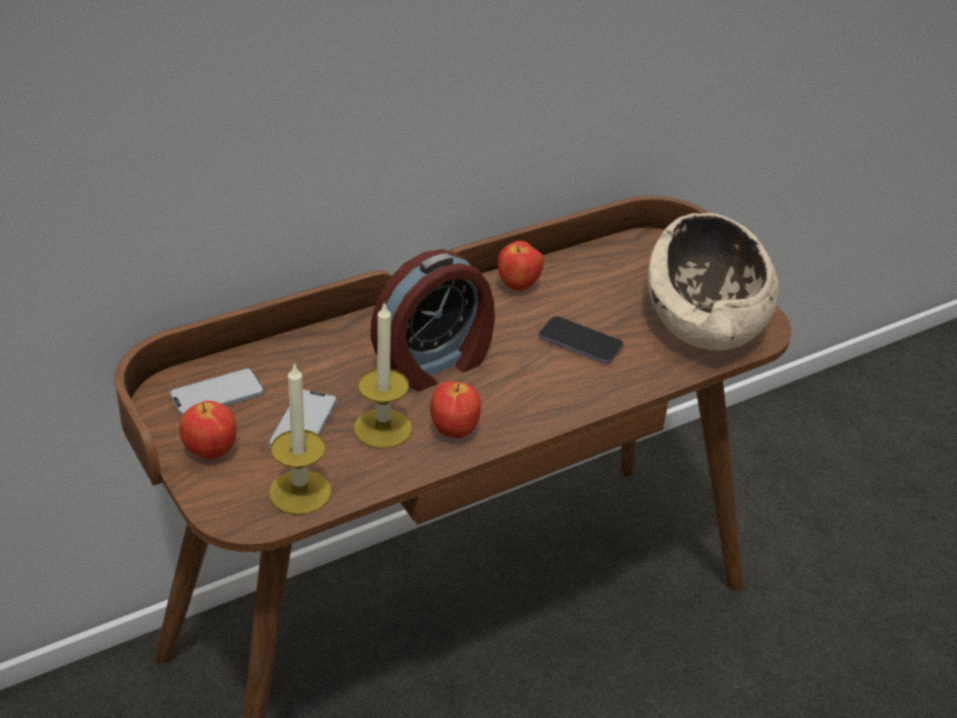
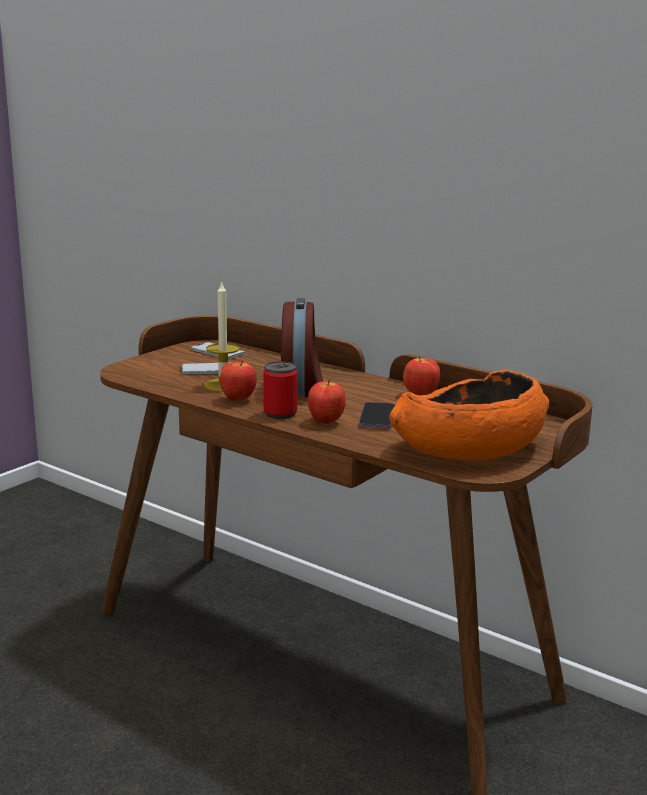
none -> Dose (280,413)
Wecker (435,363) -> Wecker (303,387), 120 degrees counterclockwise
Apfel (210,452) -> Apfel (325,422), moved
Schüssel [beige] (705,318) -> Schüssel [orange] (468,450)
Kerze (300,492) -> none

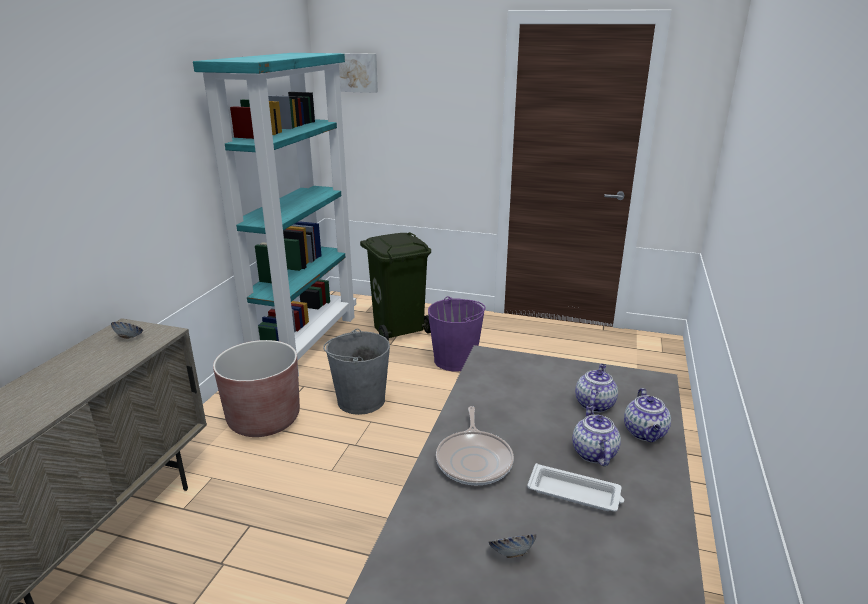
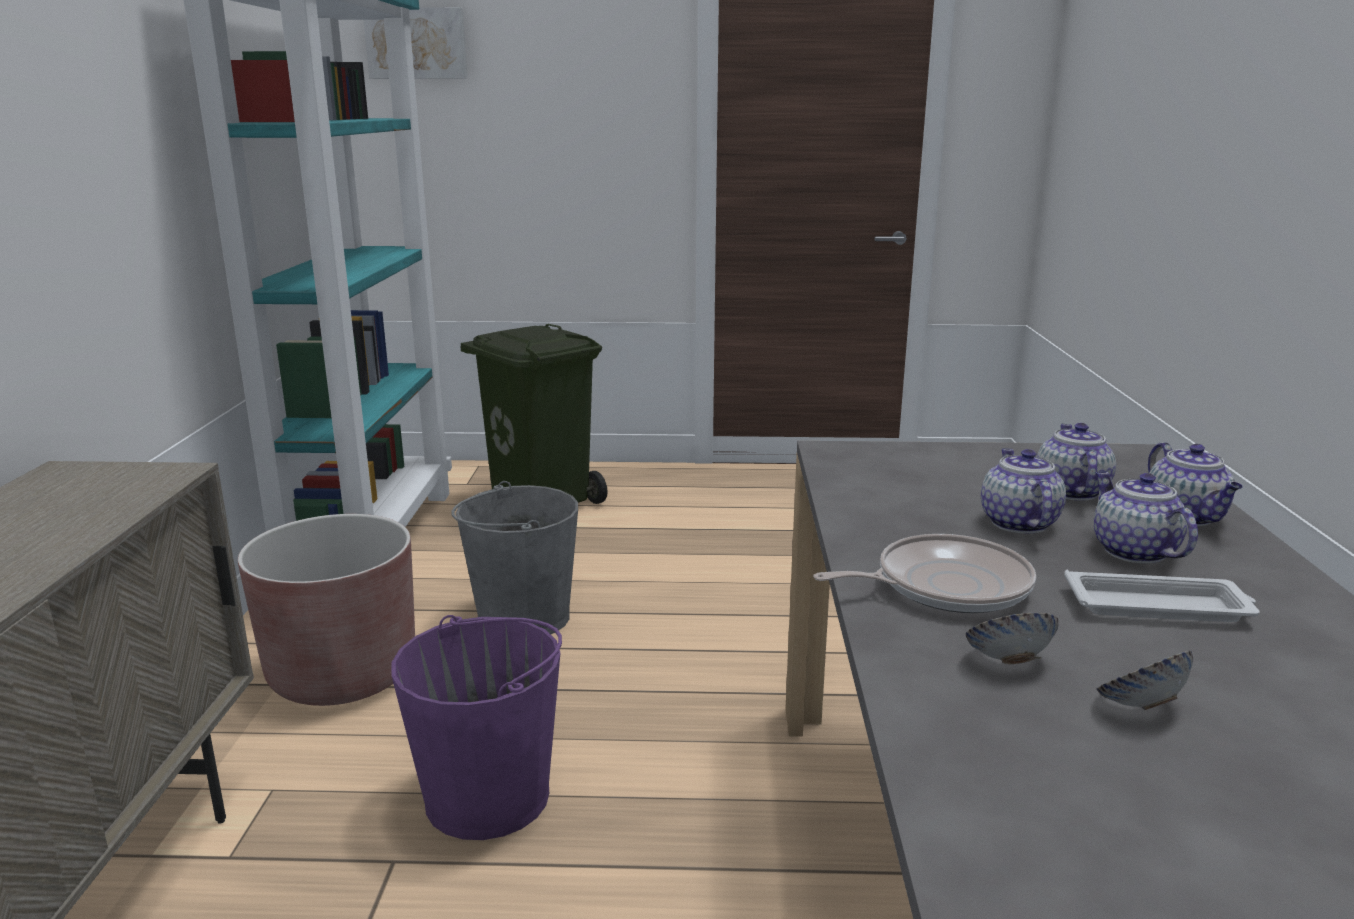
Eimer [lila] (455,360) -> Eimer [lila] (489,797), moved
Pfanne (474,460) -> Pfanne (944,586), 90 degrees counterclockwise
Schüssel (129,338) -> Schüssel (1008,661), moved
none -> Teekanne (1017,522)

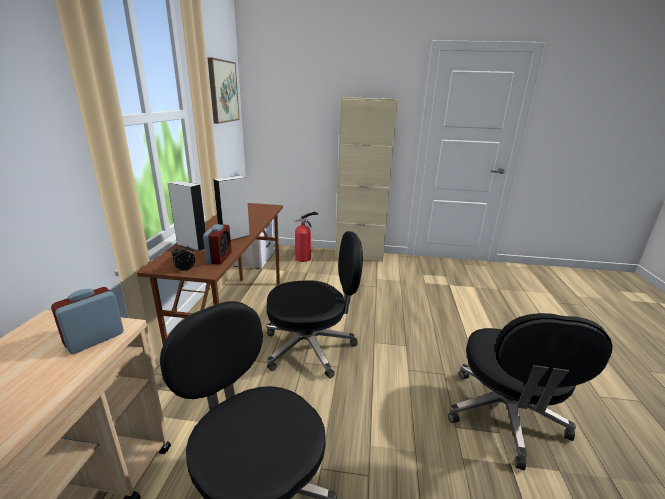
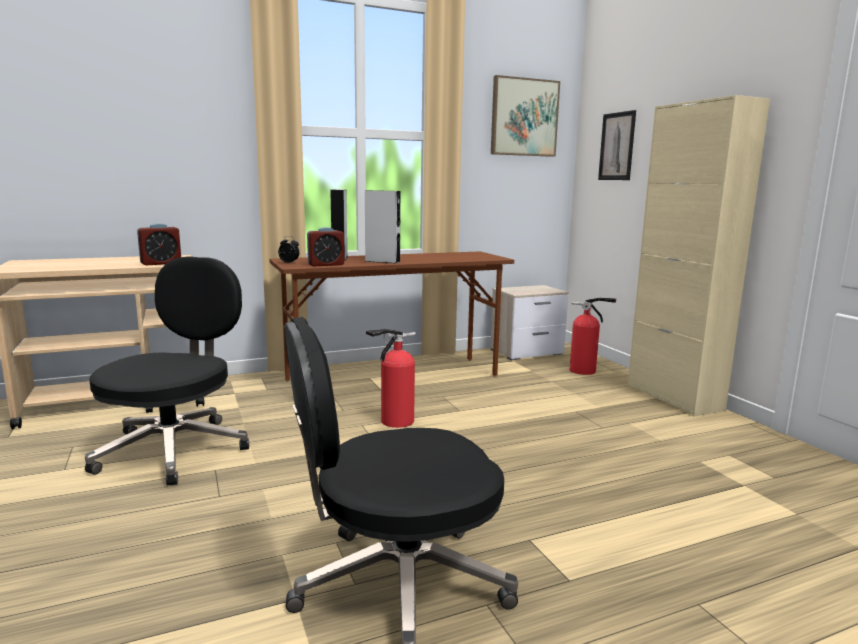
Wecker (95,339) -> Wecker (161,263), 135 degrees clockwise
Bürostuhl [schwarz] (311,347) -> Feuerlöscher (394,422)
none -> Bild (617,146)

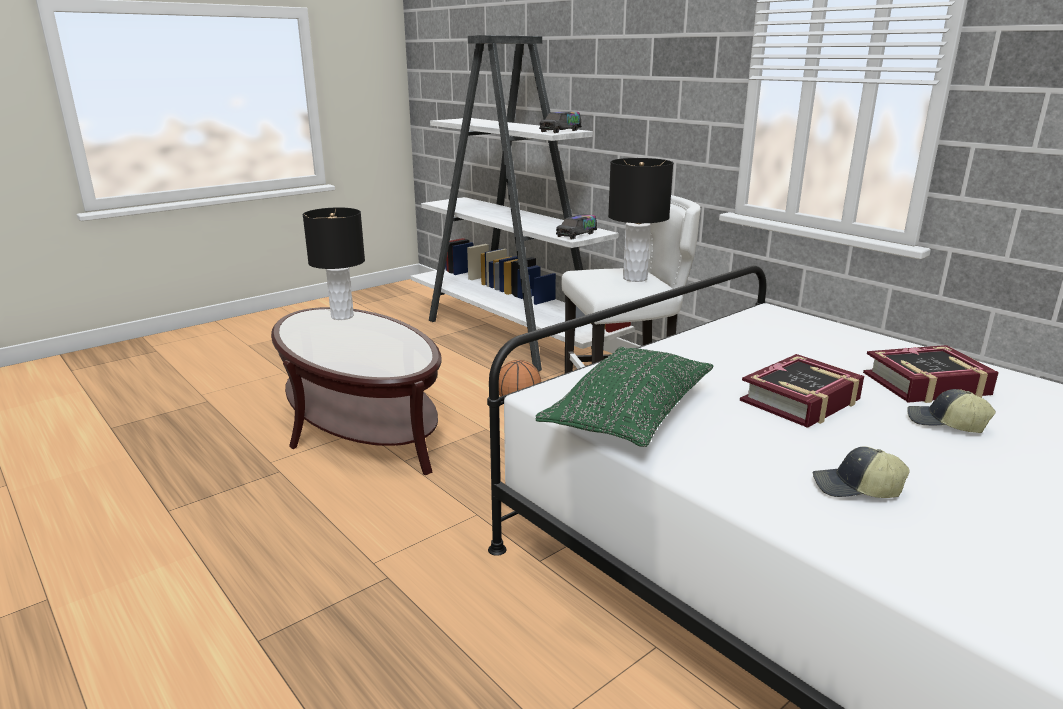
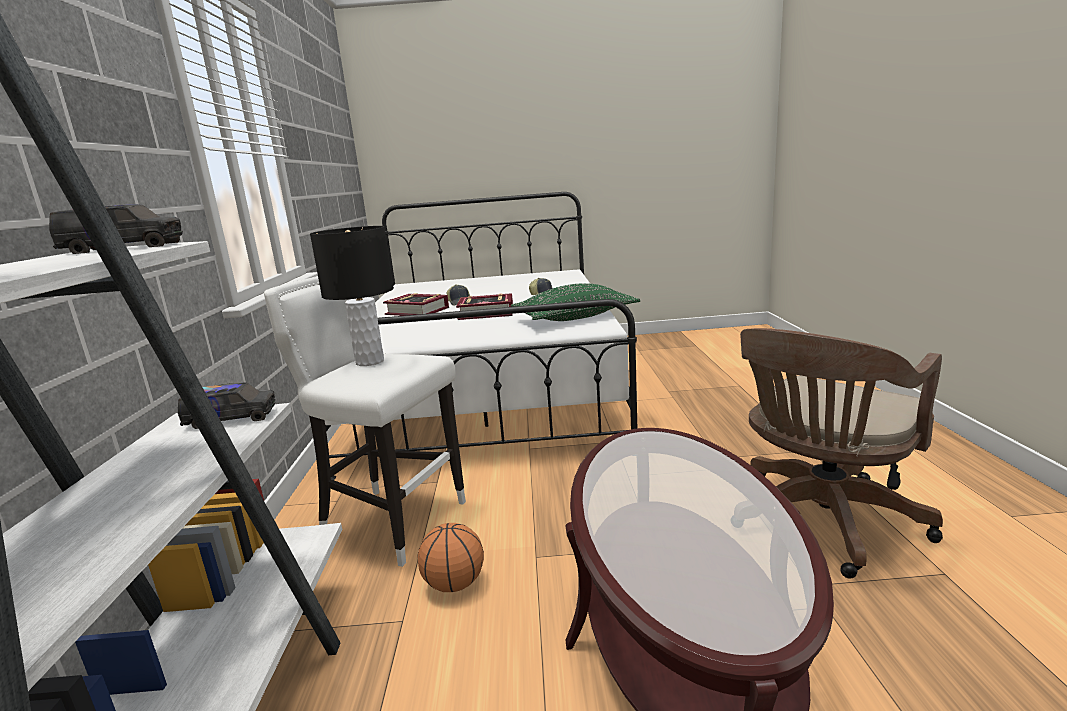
none -> Bürostuhl [braun] (820,522)
Tischlampe [schwarz] (342,316) -> none

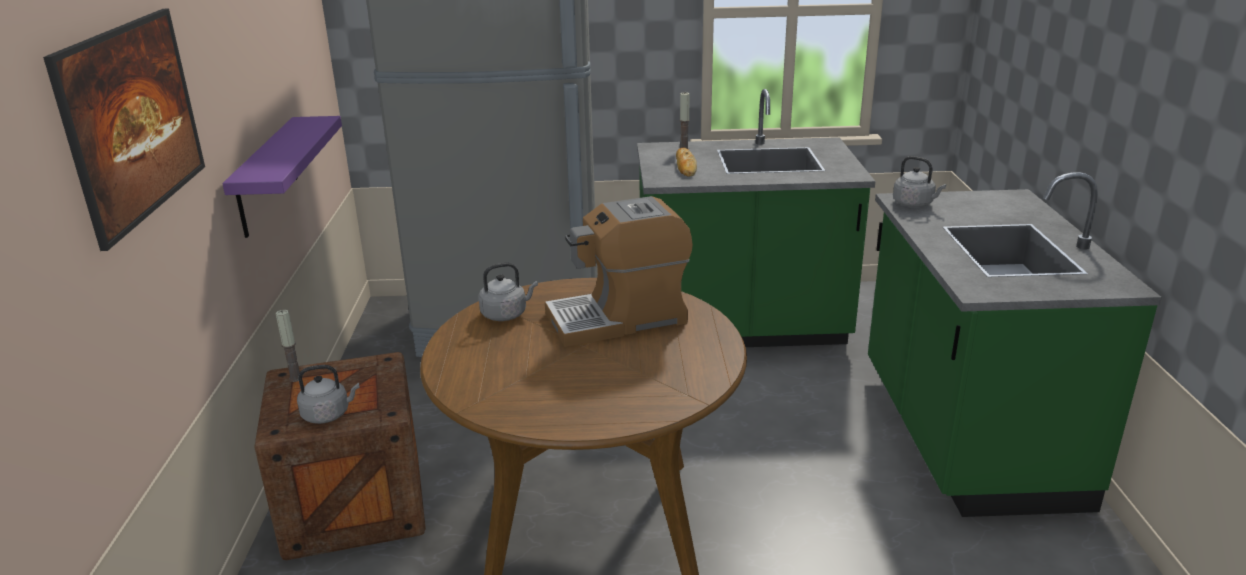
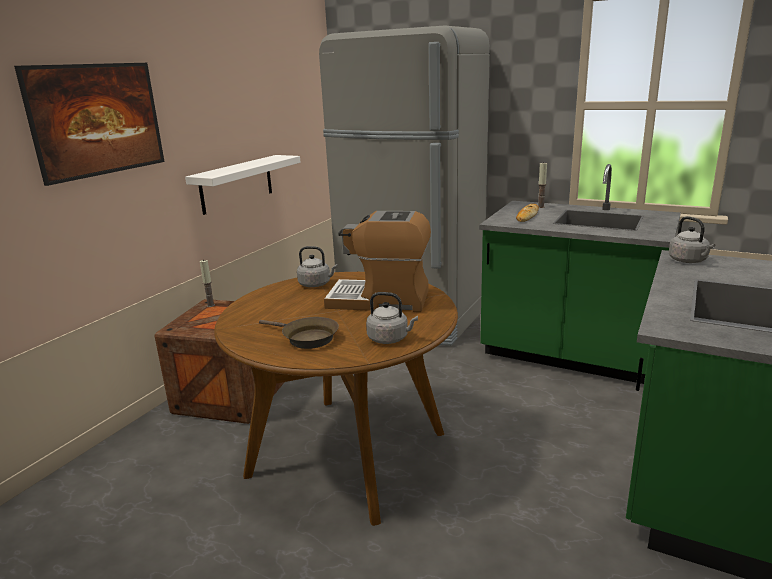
Wandregal [lila] (266,176) -> Wandregal [weiß] (236,184)
none -> Pfanne [braun] (306,338)
Wasserkessel [grau] (328,414) -> Wasserkessel [grau] (390,339), moved

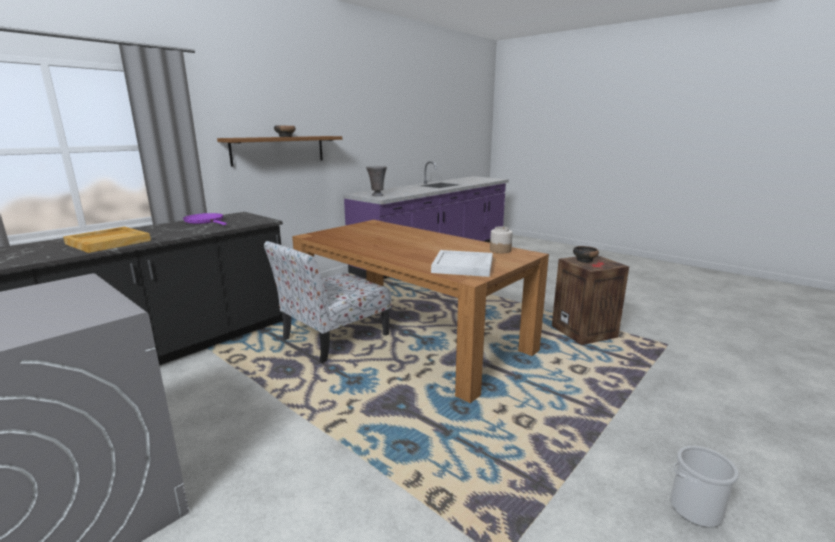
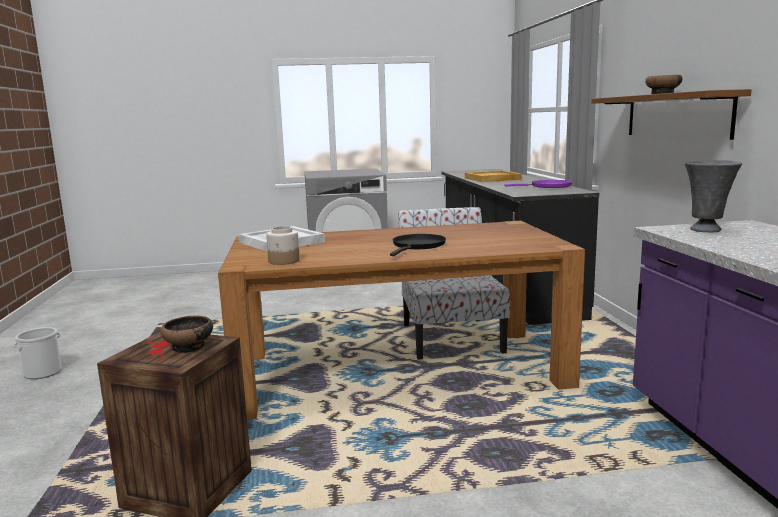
none -> Pfanne [schwarz] (417,246)

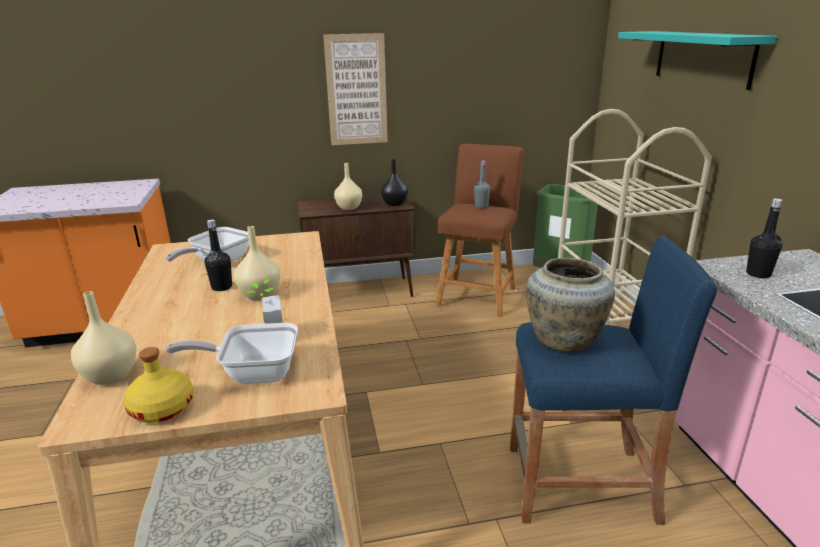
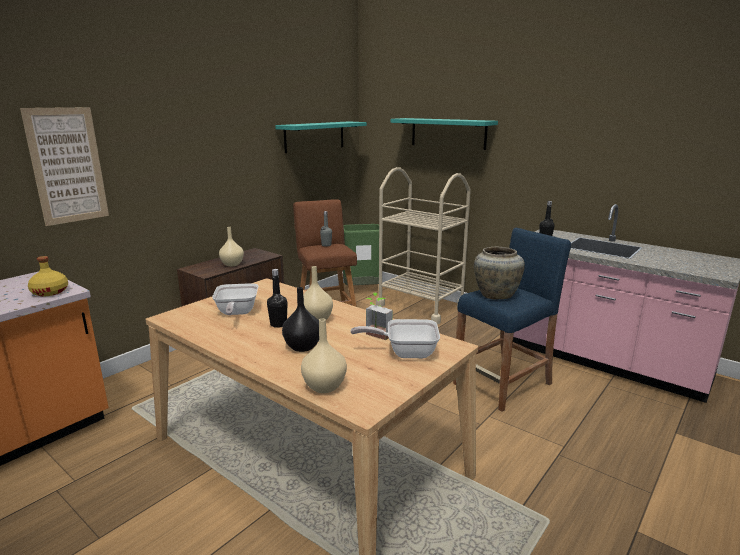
Bild (356,90) -> Bild (67,166), moved
Flasche [gelb] (163,408) -> Flasche [gelb] (50,292), moved
none -> Wandregal [türkis] (314,136)
Vase [schwarz] (394,204) -> Vase [schwarz] (302,347), moved
Pfanne (253,373) -> Pfanne (405,352), 45 degrees clockwise

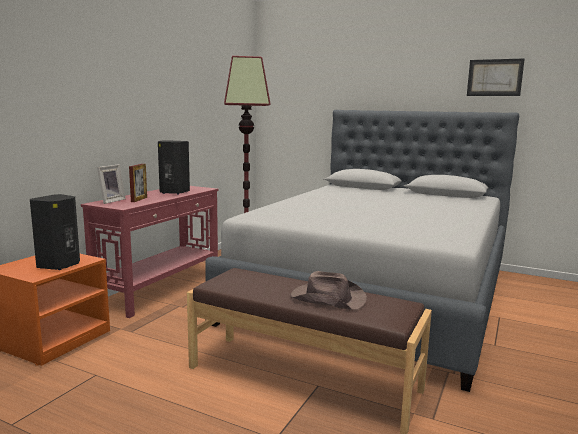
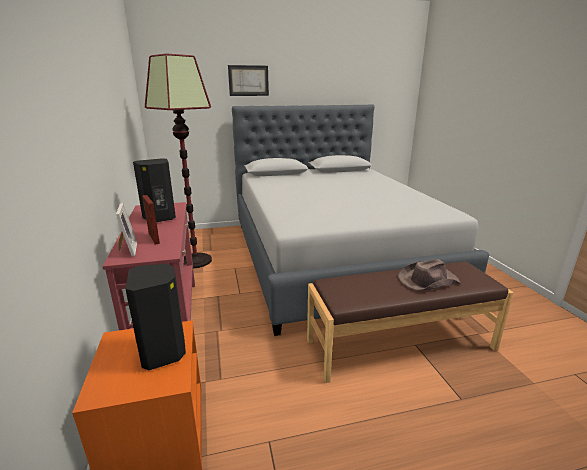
Bild (494,77) -> Bild (248,80), moved

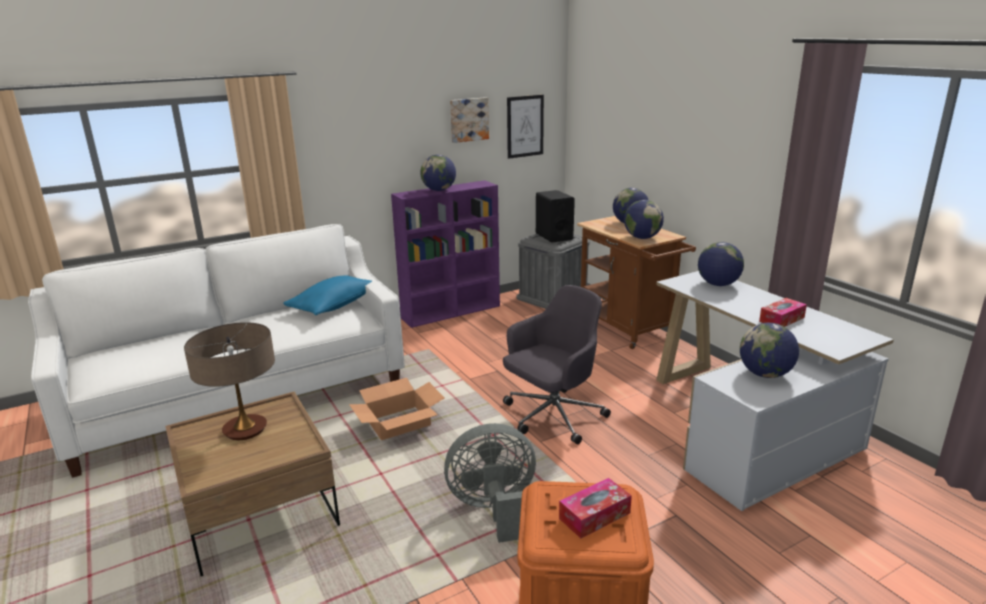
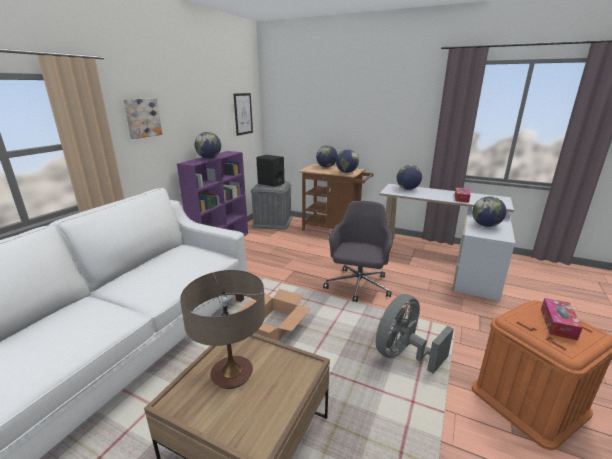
Bild (468,119) -> Bild (142,118), moved
Kissen [blau] (334,306) -> none

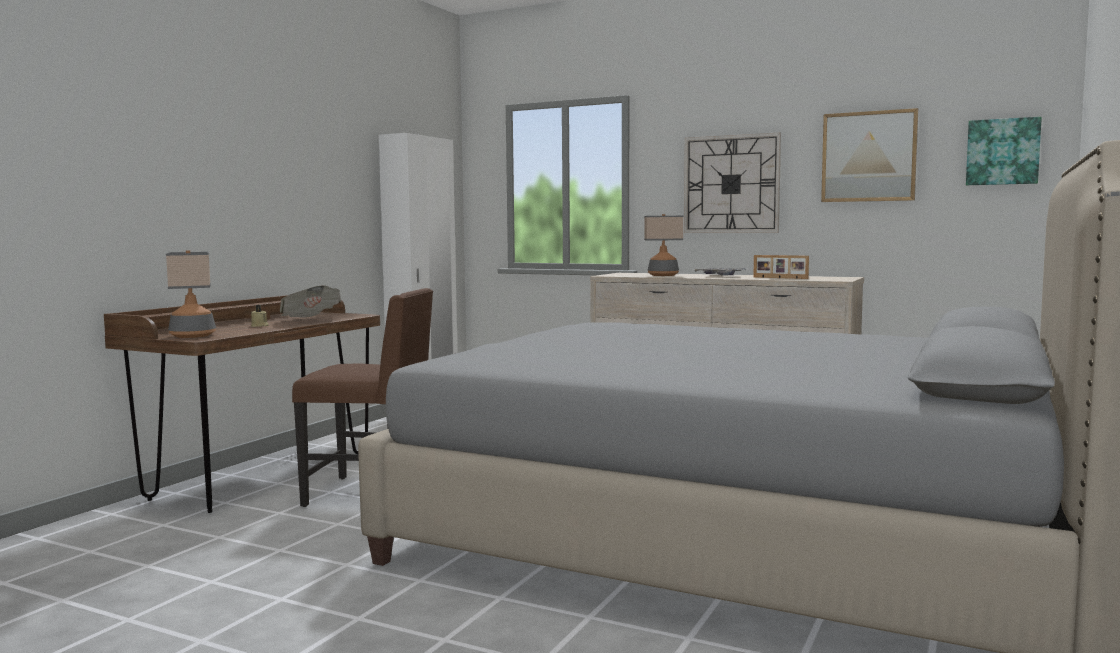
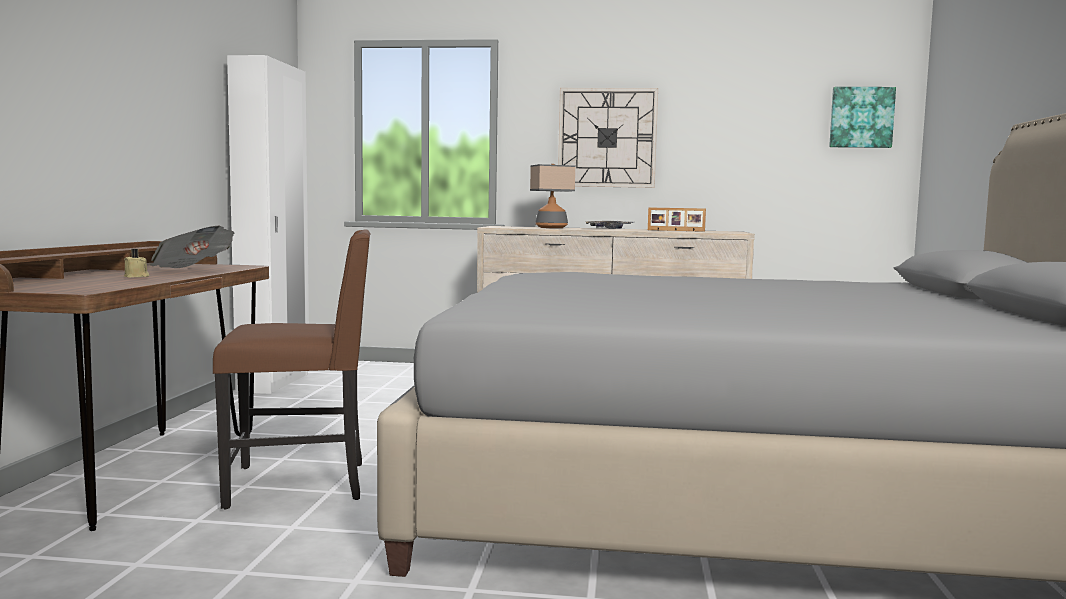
Tischlampe (192,336) -> none
Bild (869,156) -> none

